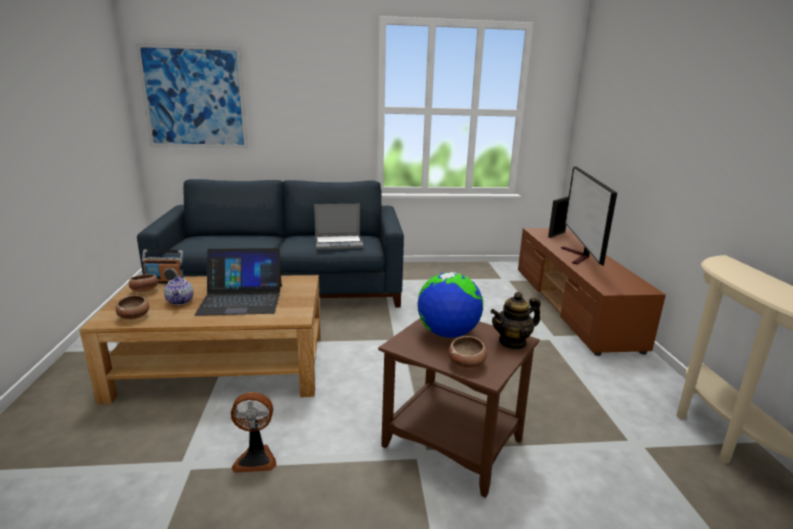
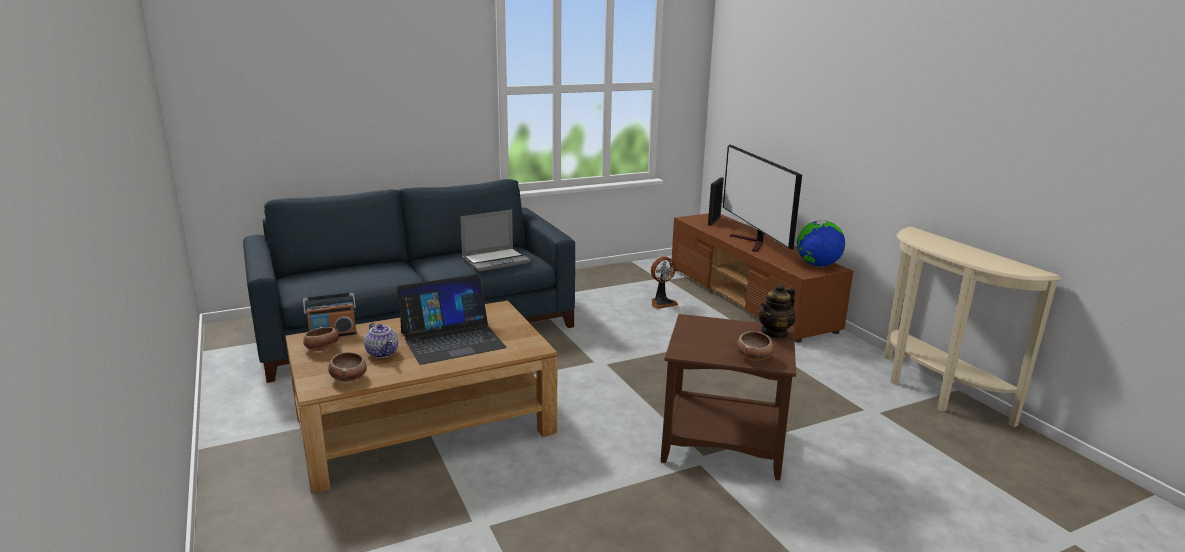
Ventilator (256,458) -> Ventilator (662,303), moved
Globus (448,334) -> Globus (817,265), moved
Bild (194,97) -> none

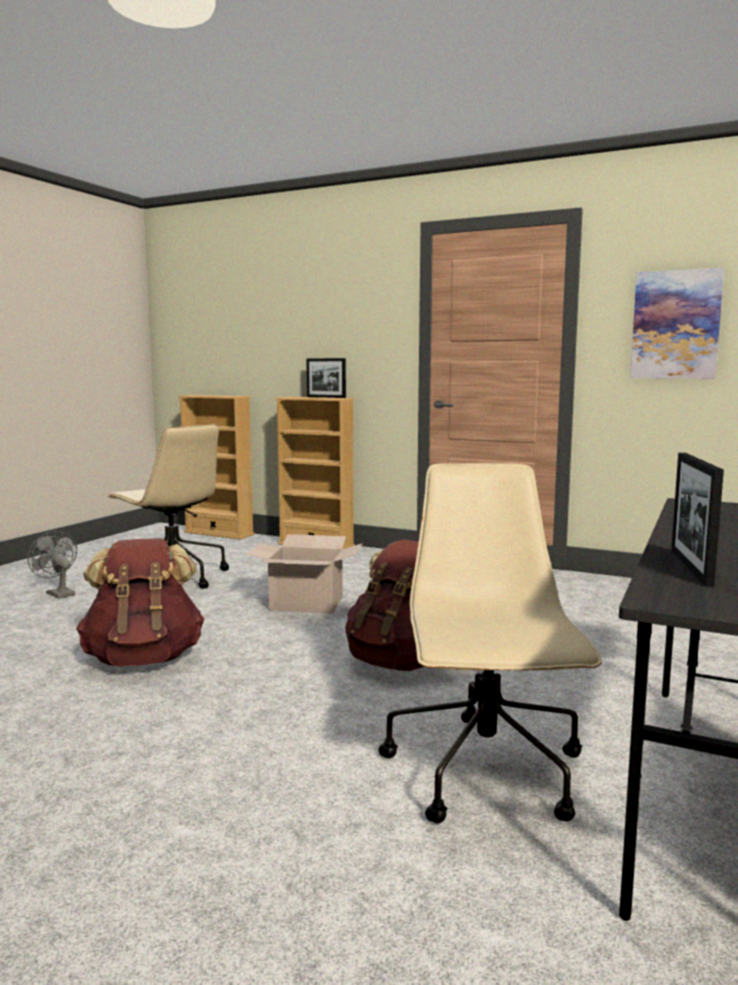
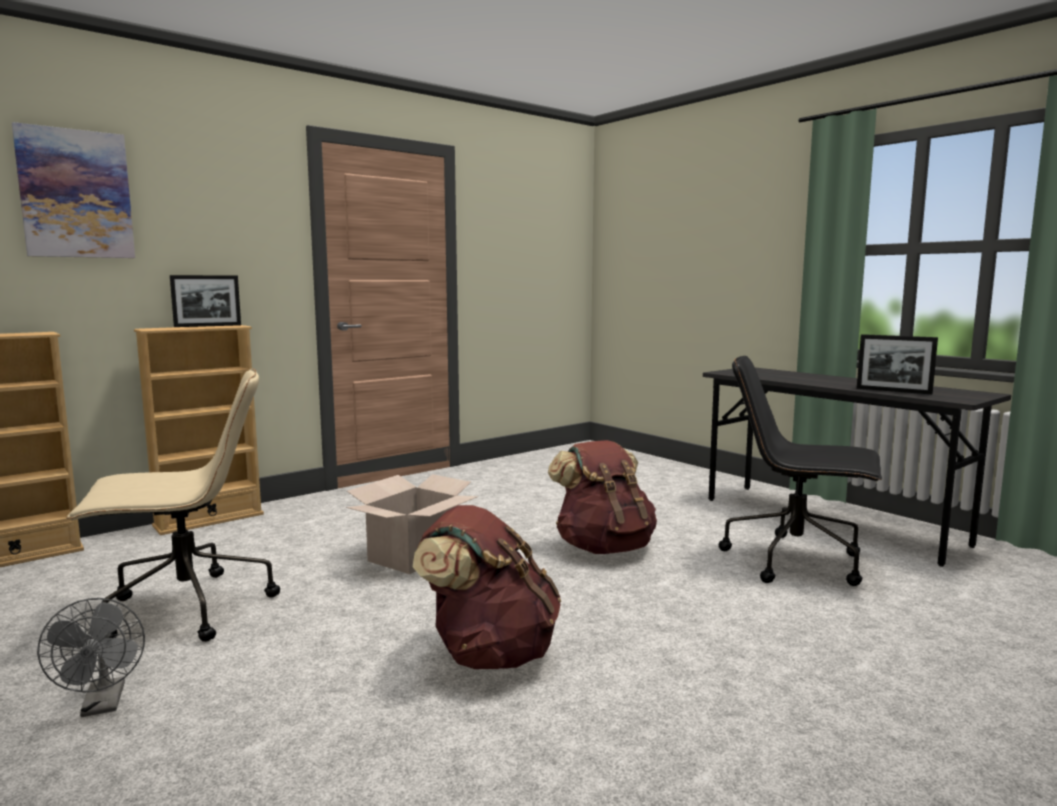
Bild (675,325) -> Bild (76,194), moved
Ventilator [grau] (57,593) -> Ventilator [grau] (103,705), 90 degrees counterclockwise
Bürostuhl [beige] (486,773) -> Bürostuhl [schwarz] (797,561)

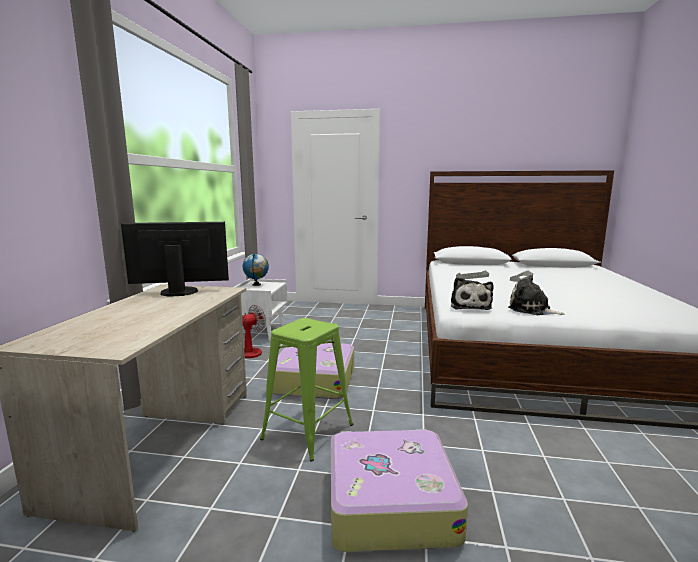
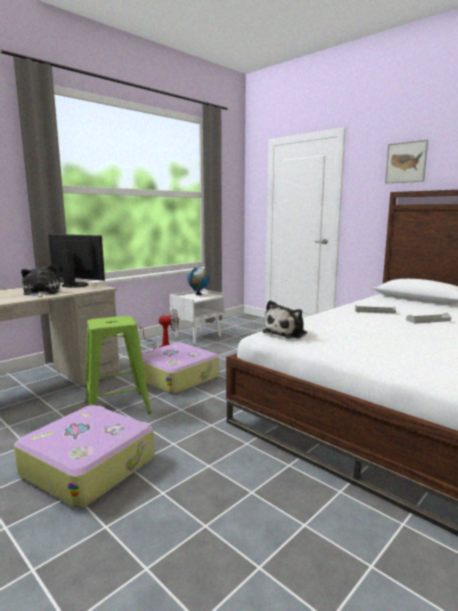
Plüschtier (532,310) -> Plüschtier (41,293), moved
none -> Bild (406,162)

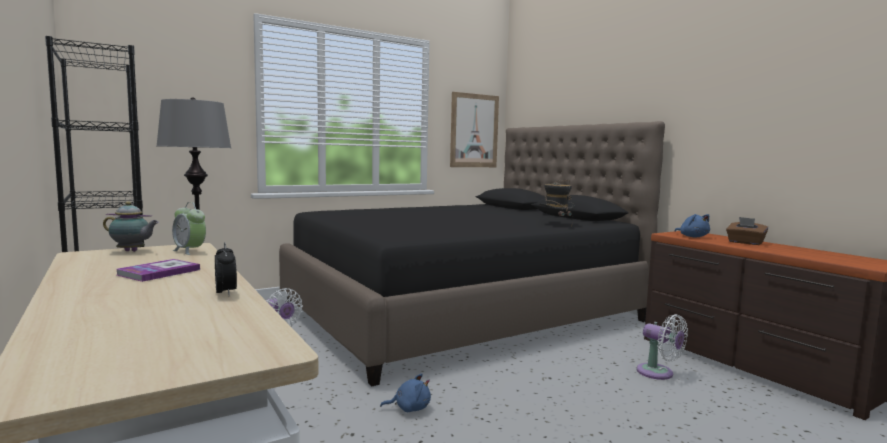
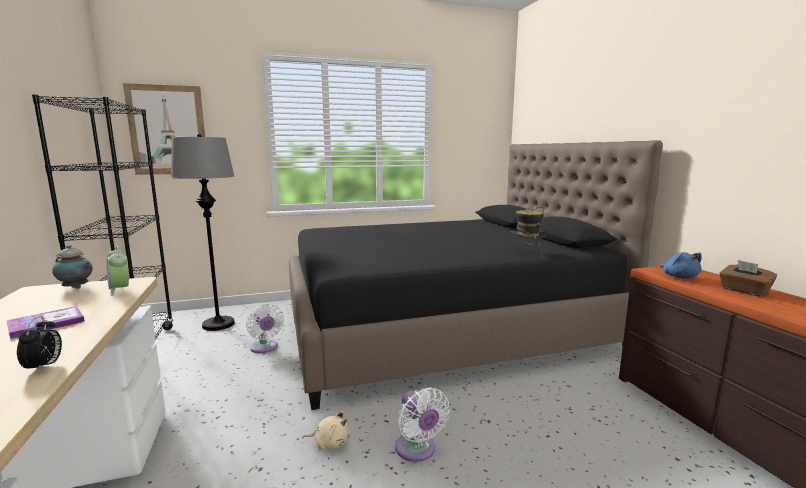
Bild (474,131) -> Bild (168,130), moved
Plüschtier [blau] (409,408) -> Plüschtier [beige] (329,443)
Ventilator [weiß] (658,373) -> Ventilator [weiß] (417,450), moved

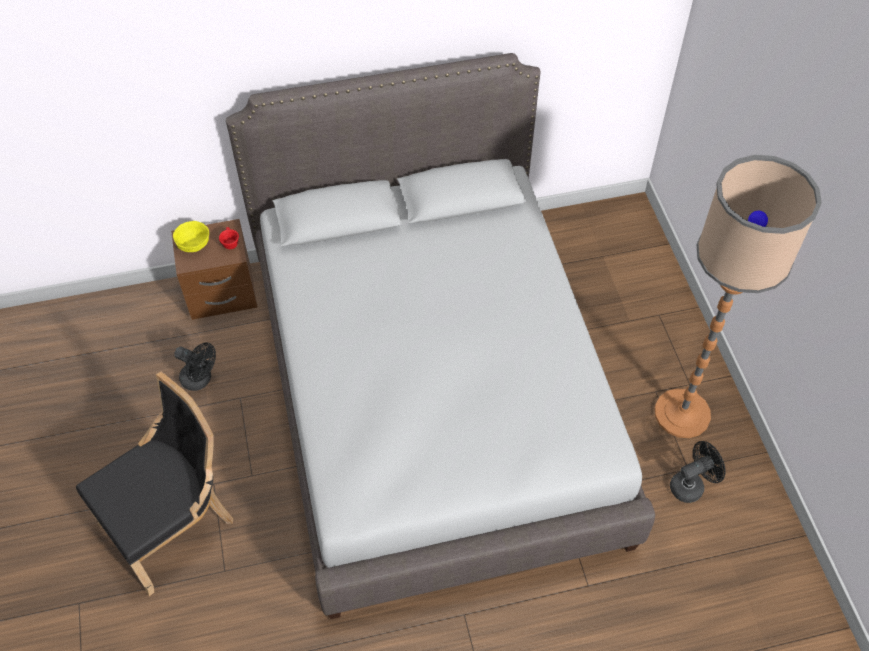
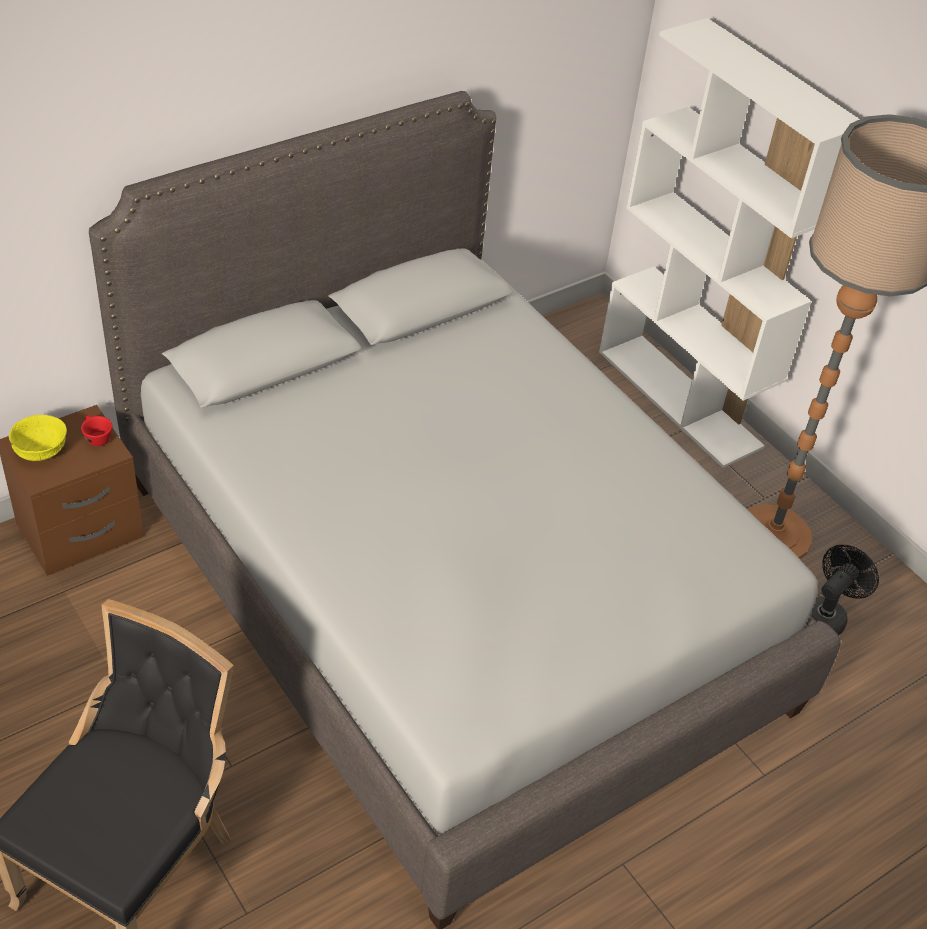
none -> Bücherregal [weiß] (680,399)
Ventilator [schwarz] (200,380) -> none

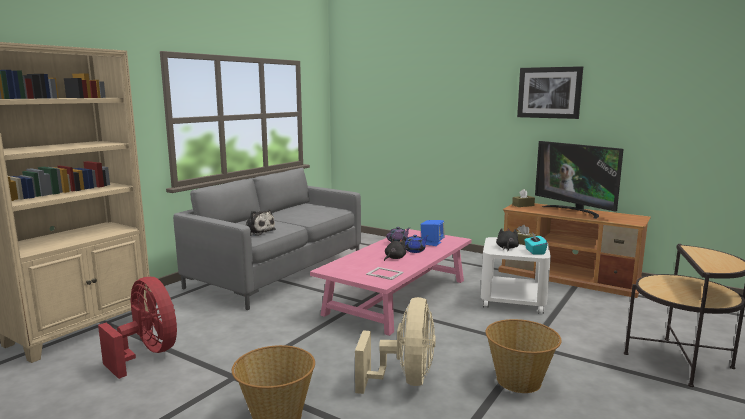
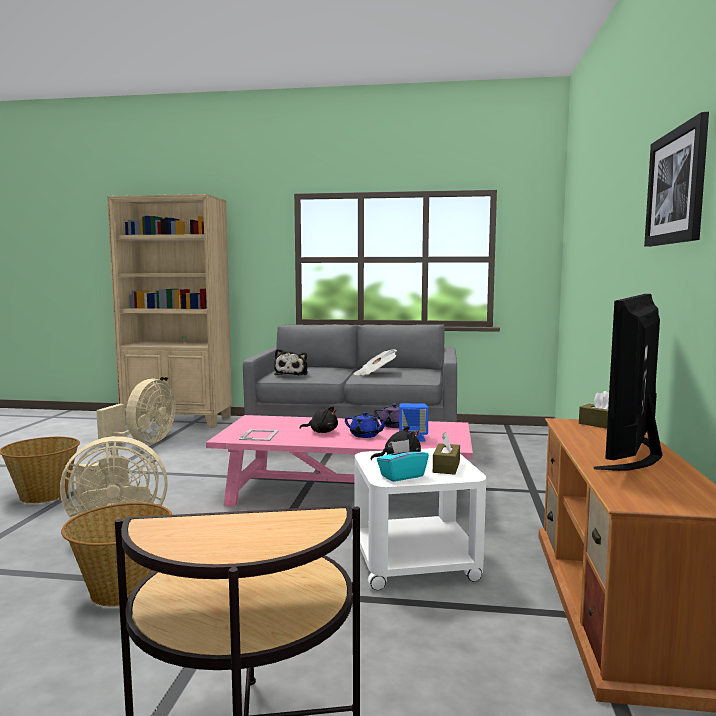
Ventilator [rot] (147,354) -> Ventilator [beige] (144,442)
none -> Zeitung (375,374)

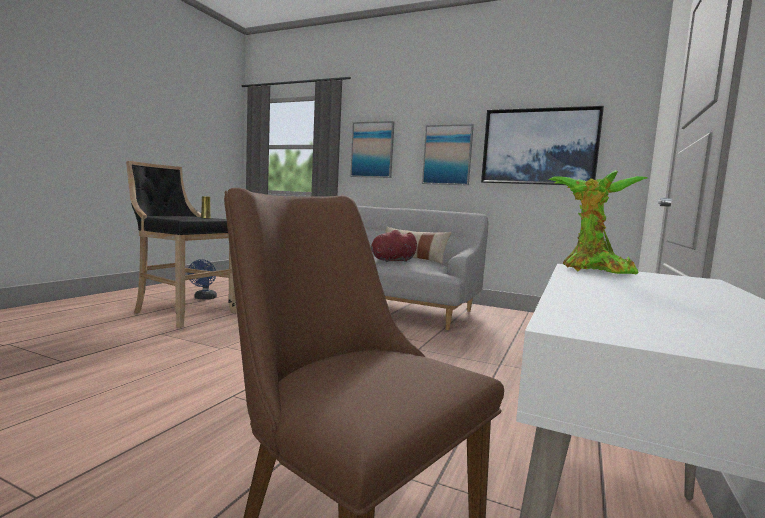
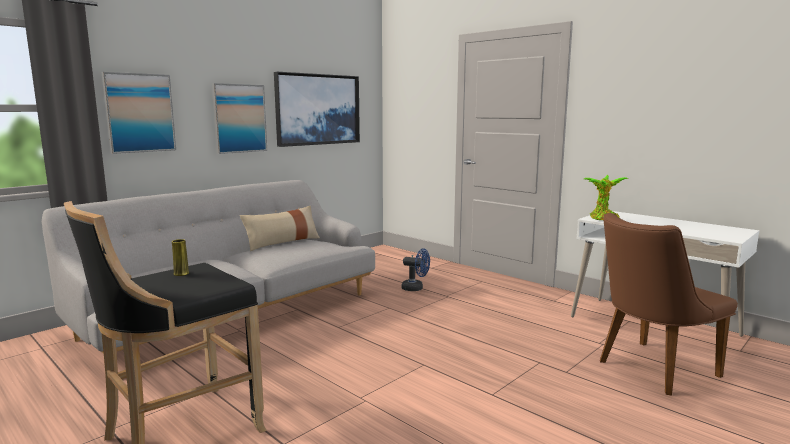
Ventilator [blau] (204,298) -> Ventilator [blau] (416,288), moved
Plüschtier [rot] (391,261) -> none

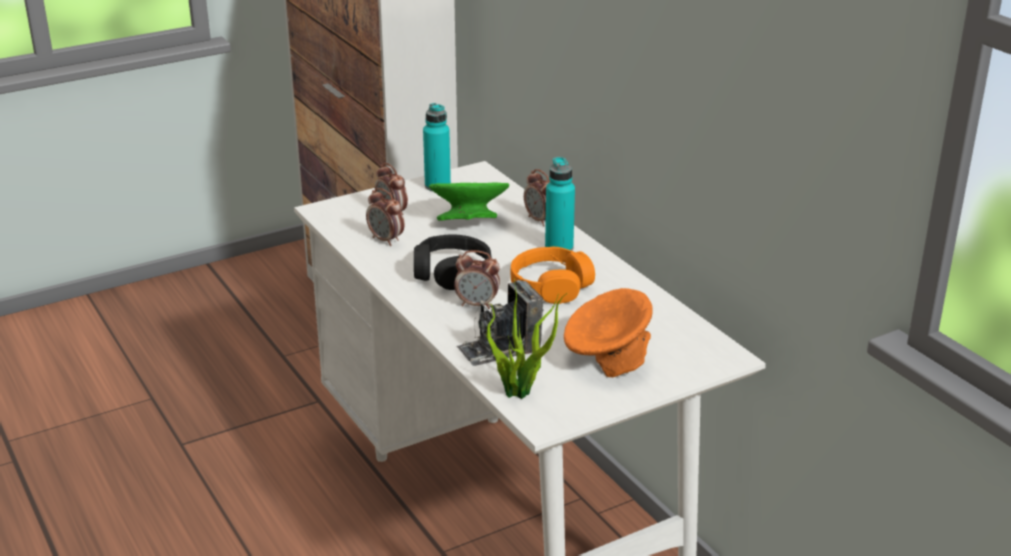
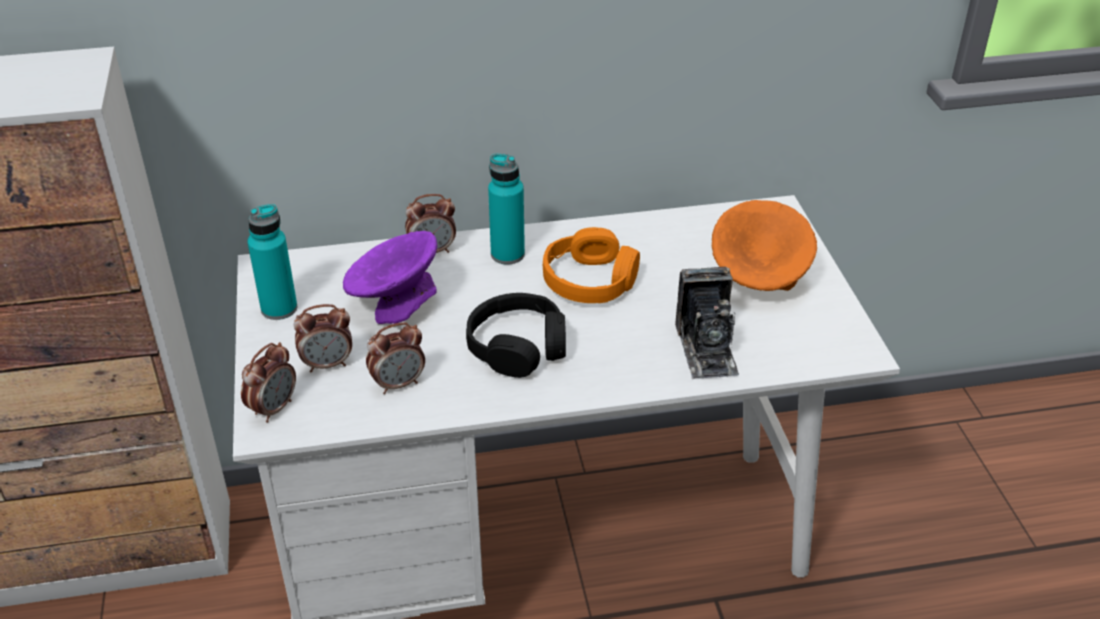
Wecker (477,304) -> Wecker (273,408), moved
Schüssel [grün] (468,221) -> Schüssel [lila] (394,304)
Topfpflanze (521,392) -> none

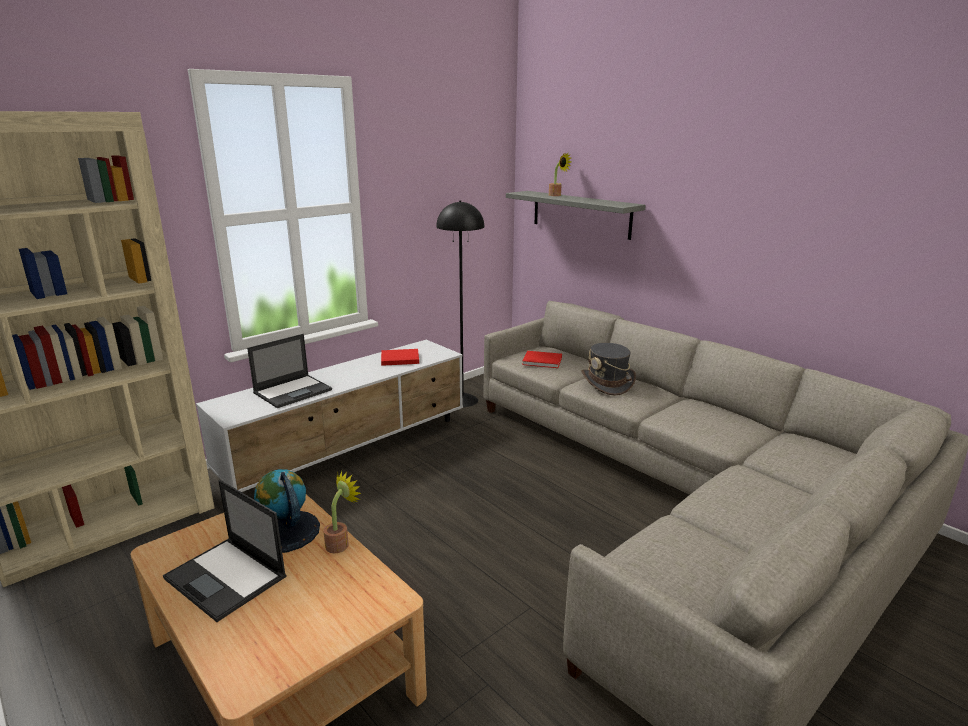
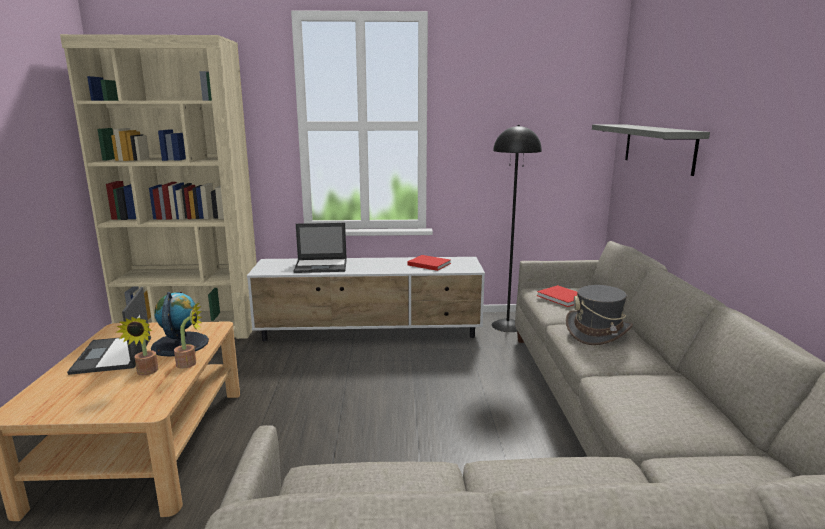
Topfpflanze (557,195) -> Topfpflanze (146,372), moved

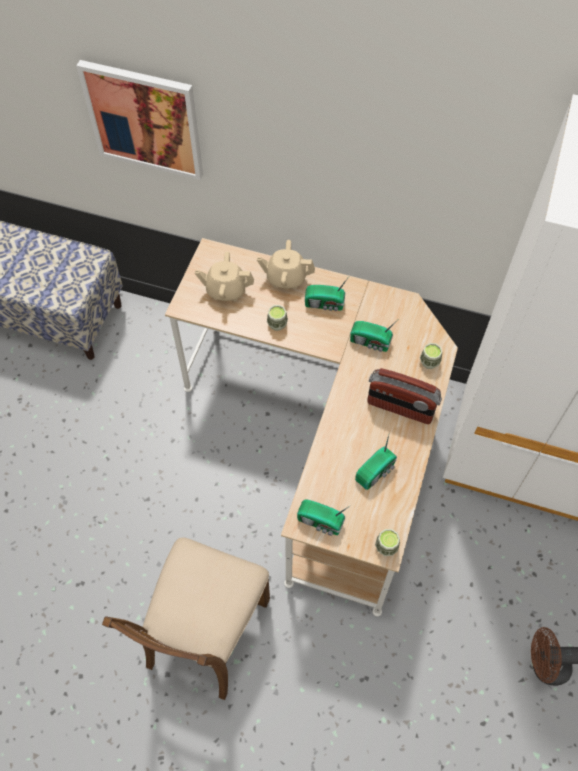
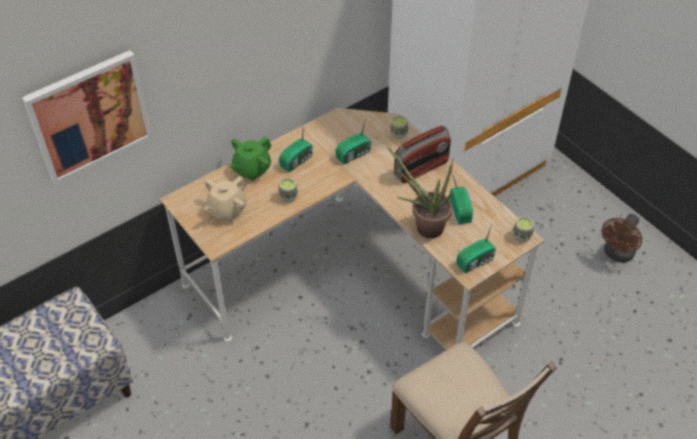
Teekanne [beige] (286,278) -> Teekanne [grün] (251,169)
none -> Topfpflanze (423,226)

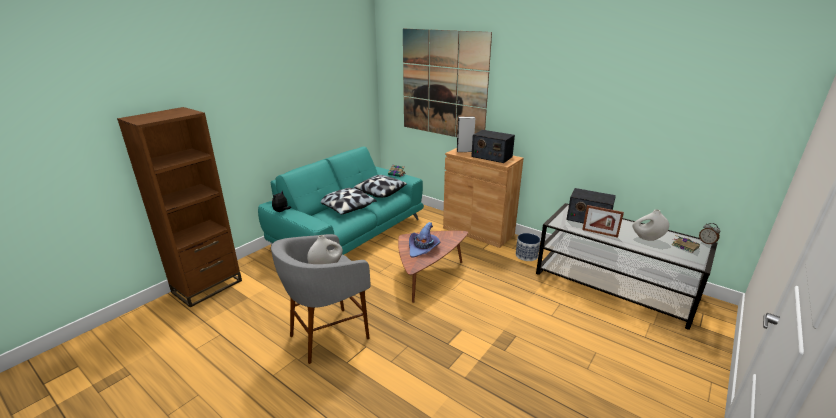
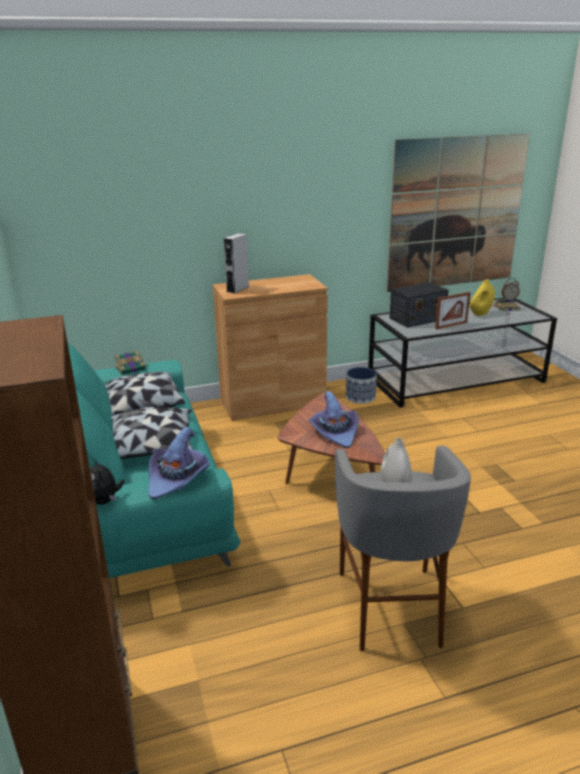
none -> Hut [lila] (178,478)
Bild (443,84) -> Bild (456,213), moved
Vase [weiß] (647,238) -> Vase [gelb] (480,314)
Radio (491,156) -> none

